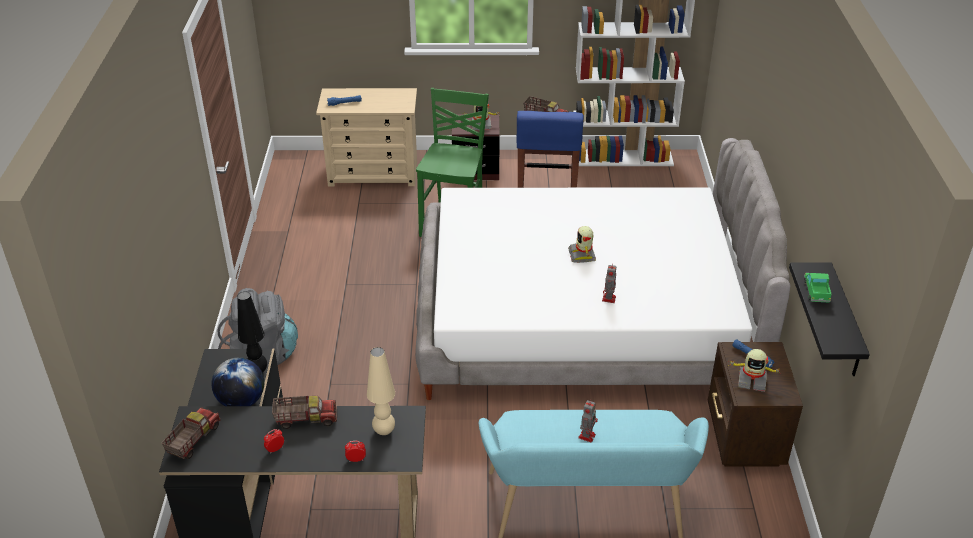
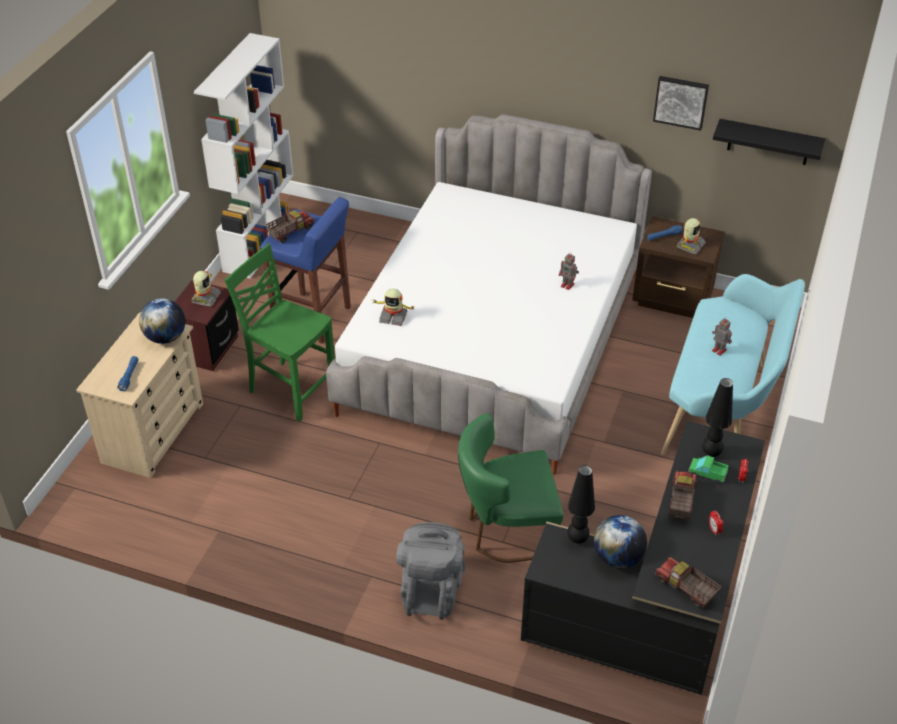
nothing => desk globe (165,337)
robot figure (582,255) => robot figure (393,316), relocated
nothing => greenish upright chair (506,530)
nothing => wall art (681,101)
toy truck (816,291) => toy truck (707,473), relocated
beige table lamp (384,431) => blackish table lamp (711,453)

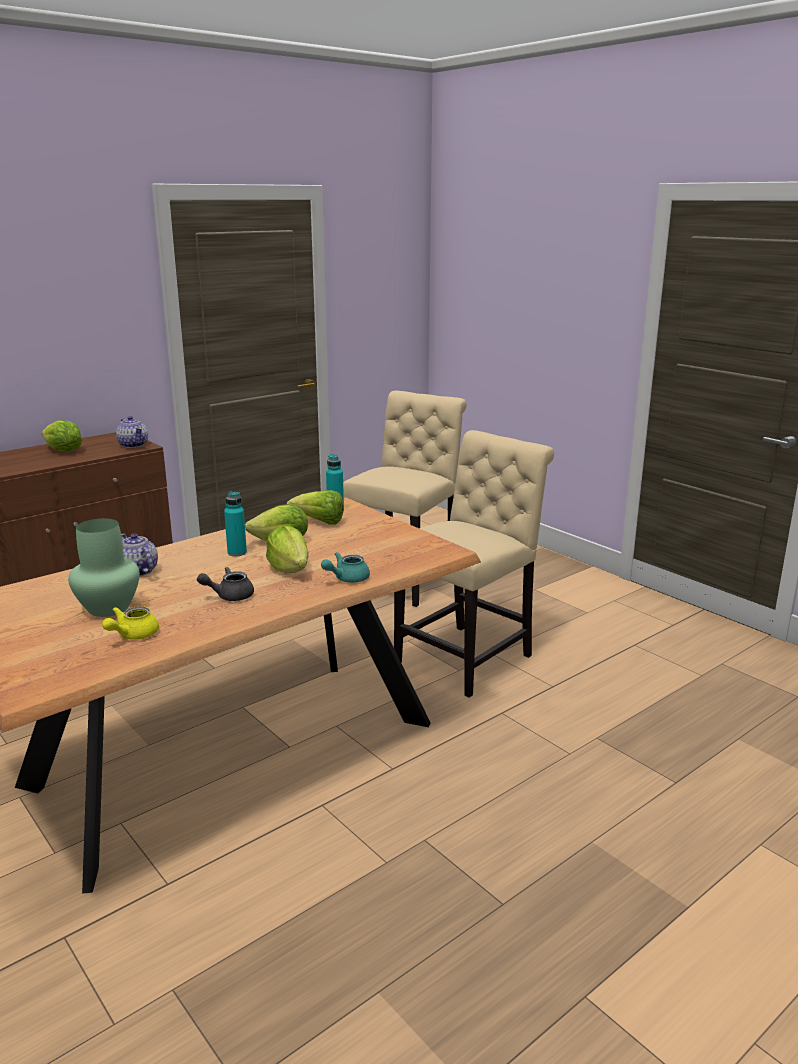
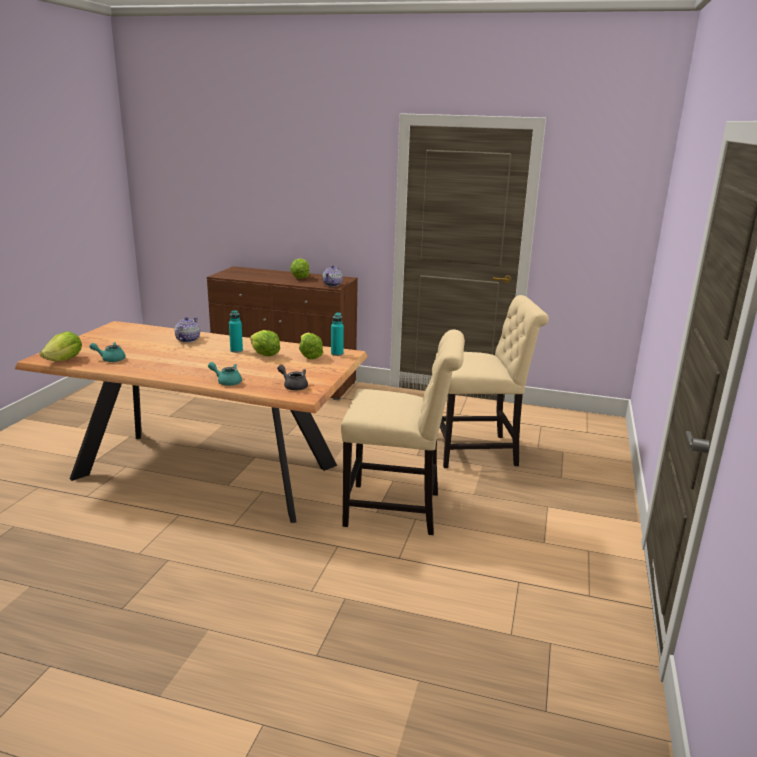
lettuce (289,569) => lettuce (65,360), relocated
yellow-coloured pot for tea (133,635) => blue-green pot for tea (110,359)
greyish pot for tea (229,596) => greyish pot for tea (293,386), relocated
greenish decorative vase (109,607) => nothing

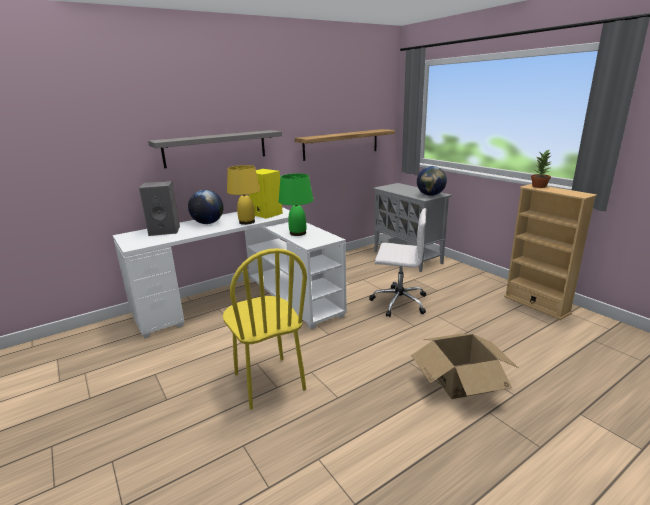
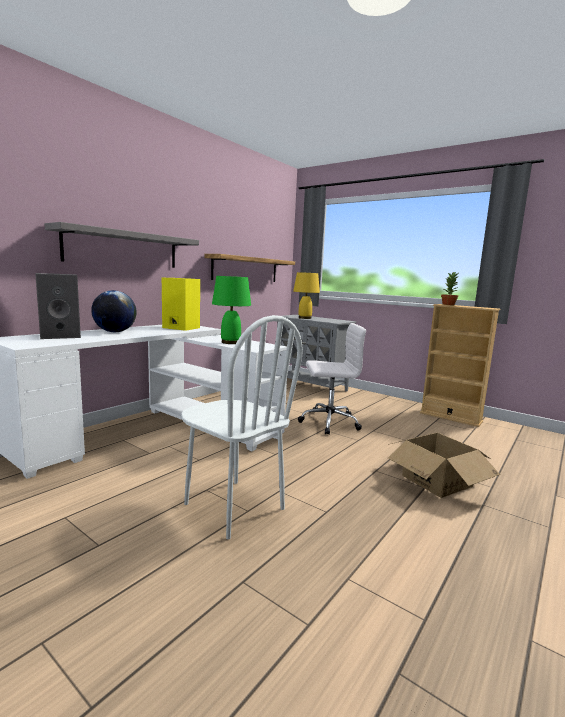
yellow-coloured upright chair (268,382) => white upright chair (233,507)
yellow-coloured table lamp (246,222) => yellow-coloured table lamp (304,318), relocated
desk globe (430,195) => nothing

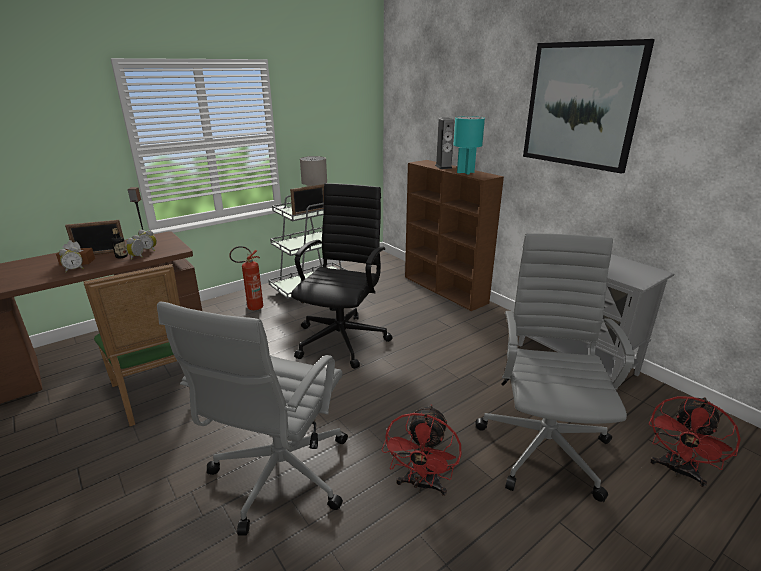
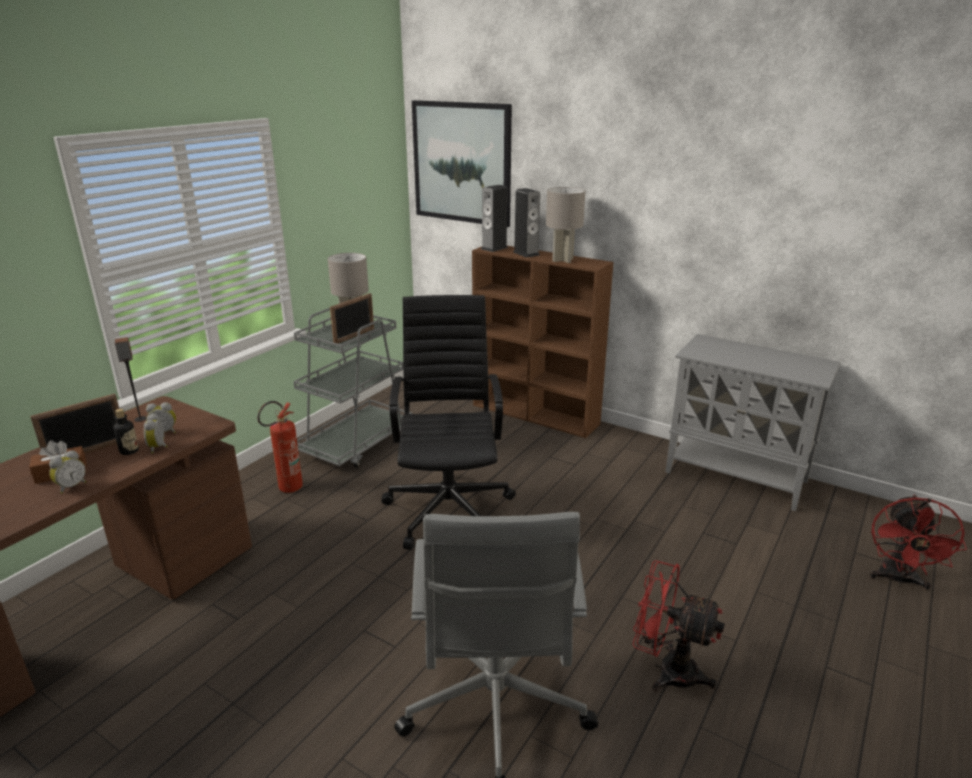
wall art (581,105) => wall art (462,163), relocated
nothing => audio speaker (494,248)
blue-green table lamp (466,172) => greyish table lamp (563,260)
red-coloured cooling fan (421,485) => red-coloured cooling fan (667,670), 120 degrees clockwise
greenish upright chair (159,395) => nothing
greyish office chair (544,445) => nothing

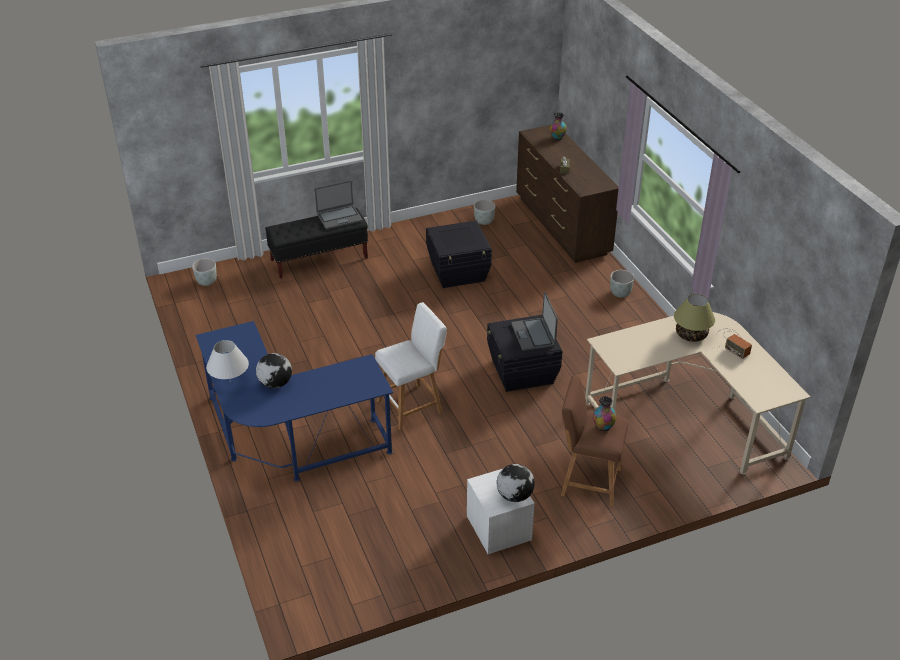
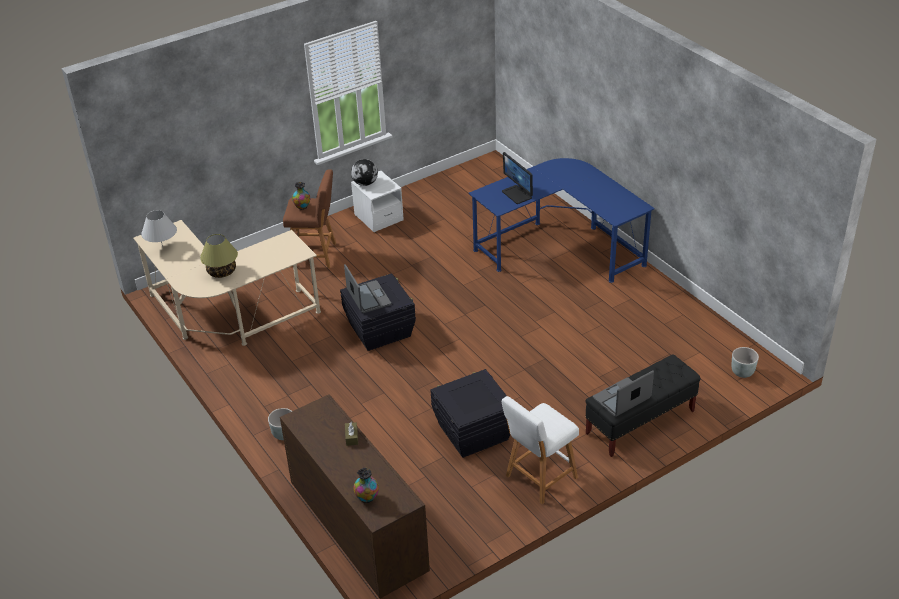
white table lamp (230,382) => white table lamp (162,247), relocated
nothing => computer display (517,194)
white stool (412,405) => white stool (539,478), relocated
desk globe (275,383) => nothing
greyish flower pot (484,221) => nothing
radio set (733,342) => nothing

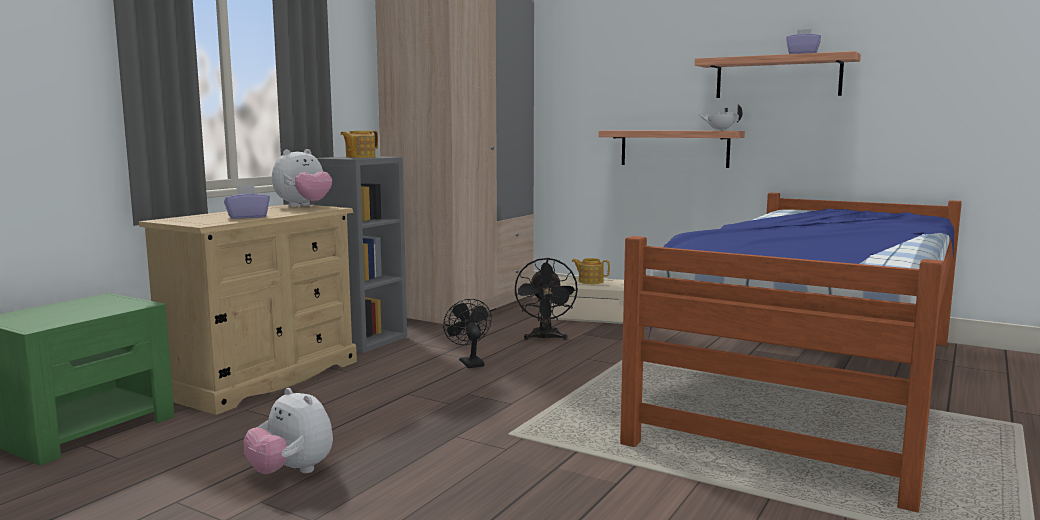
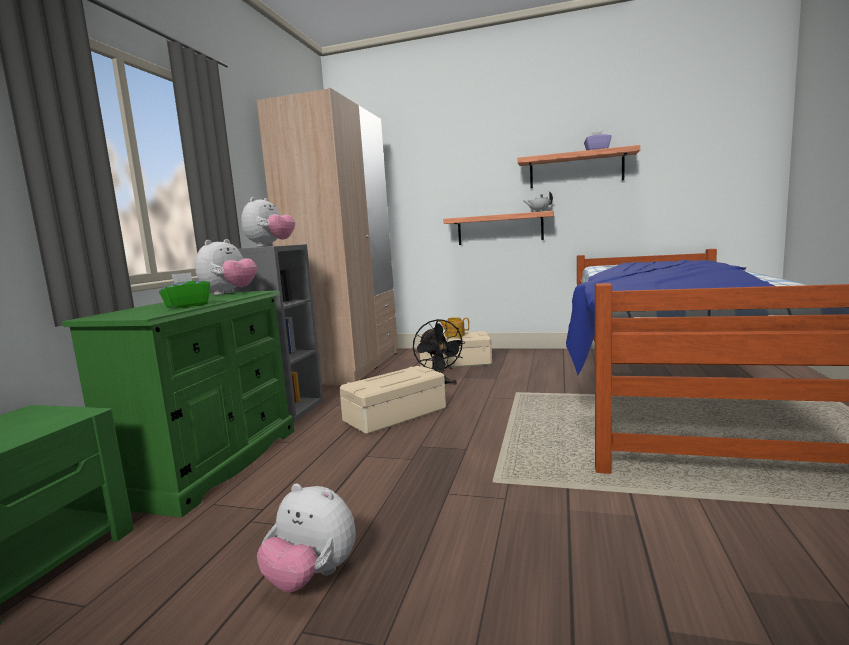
beige chest of drawers (264,378) => greenish chest of drawers (212,463)
purplish tissue box (247,217) => greenish tissue box (187,306)
pot for tea (359,157) => cuddly toy (270,246)
blackish cooling fan (469,362) => beige storage bin (395,415)

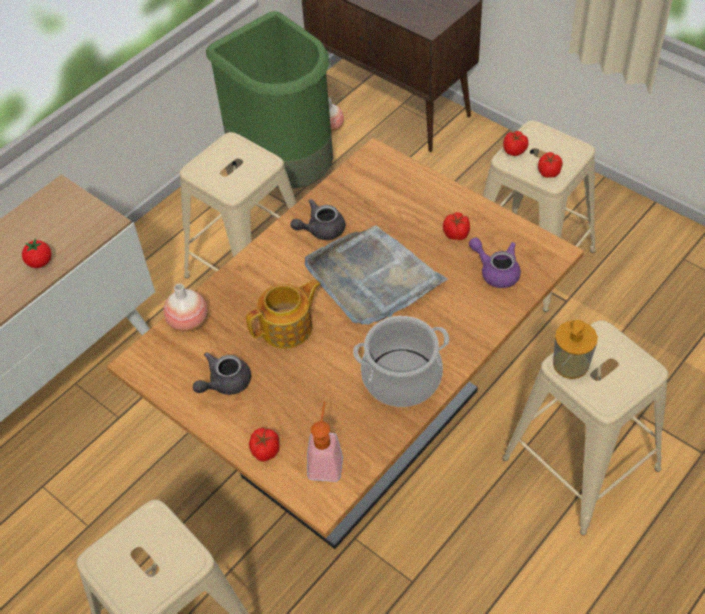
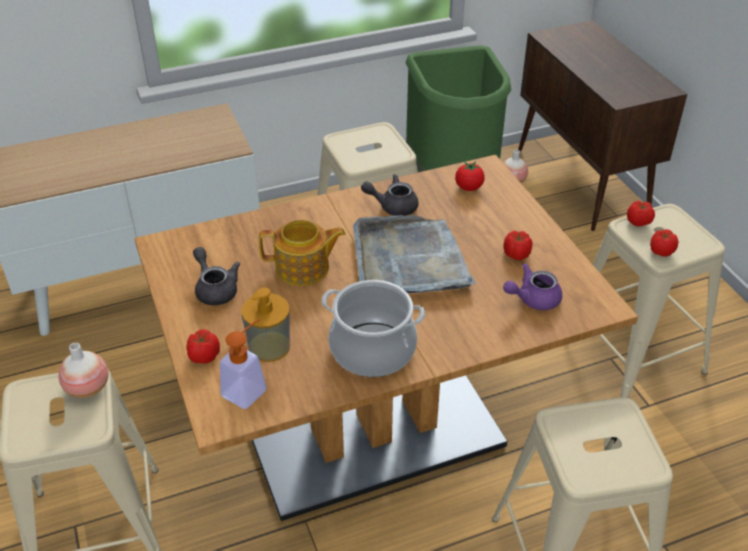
decorative vase (188,322) => decorative vase (88,388), relocated
greyish pot for tea (224,383) => greyish pot for tea (215,289), 75 degrees clockwise
soap bottle (570,364) => soap bottle (269,347), relocated
whole tomato (40,262) => whole tomato (468,188), relocated
purplish pot for tea (496,271) => purplish pot for tea (532,299), 90 degrees counterclockwise

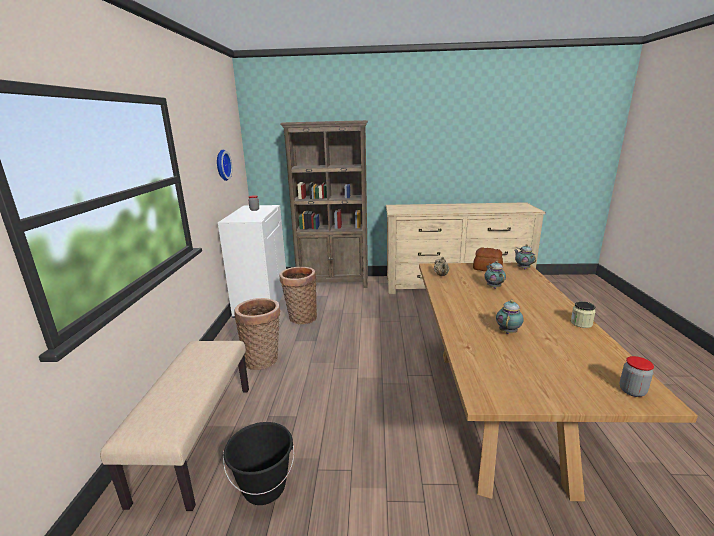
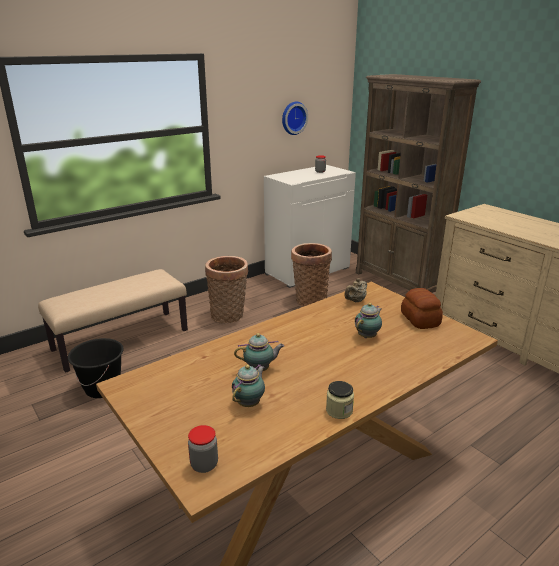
pot for tea (523,268) => pot for tea (250,403), relocated

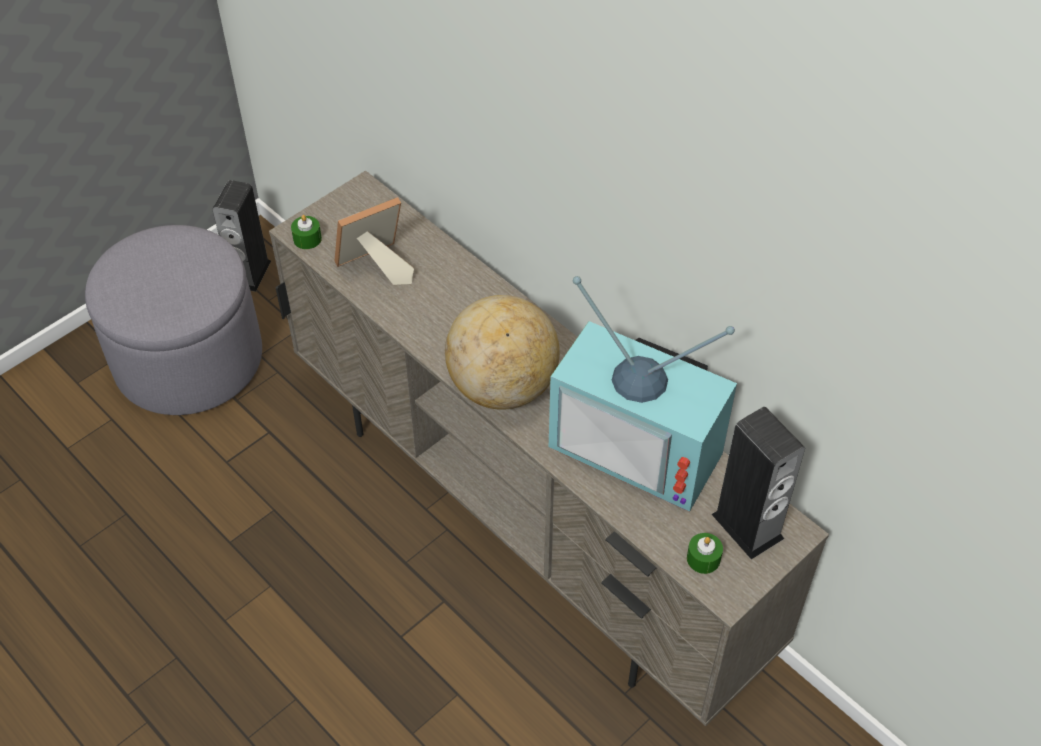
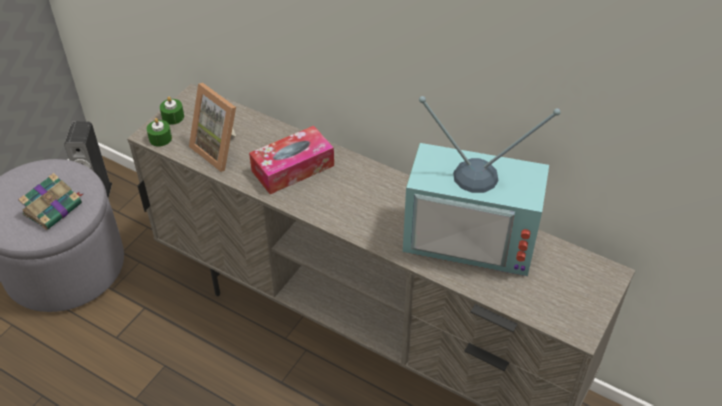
nothing => bound book (54,208)
greenish candle (703,558) => greenish candle (173,117), relocated
photo frame (375,268) => photo frame (221,149), 90 degrees counterclockwise
nothing => tissue box (293,168)
desk globe (503,387) => nothing
audio speaker (747,526) => nothing

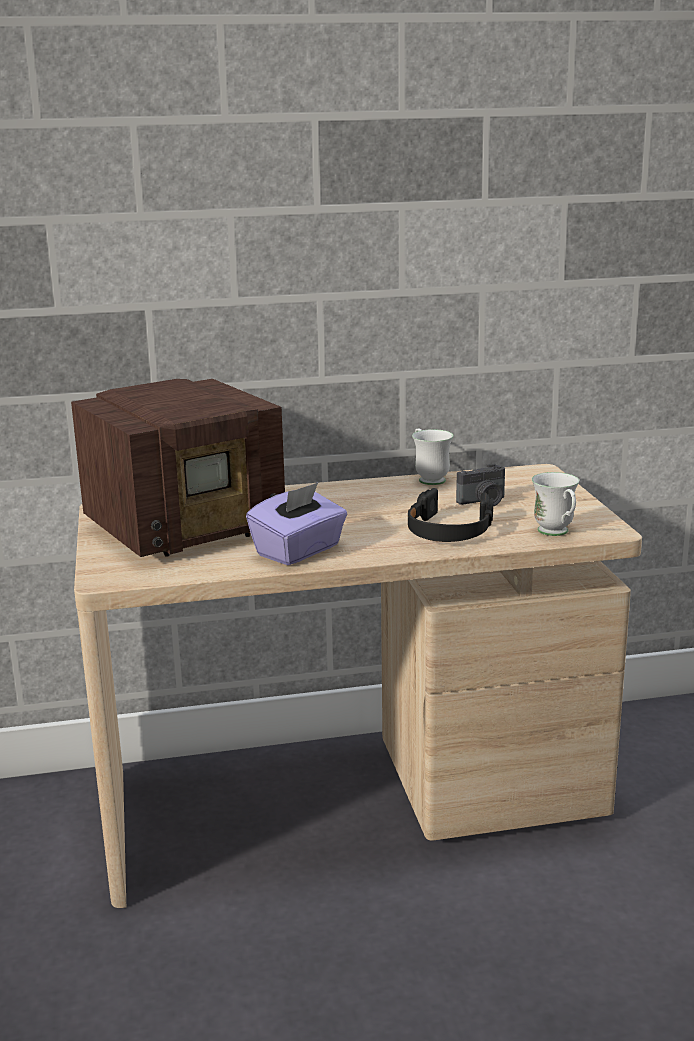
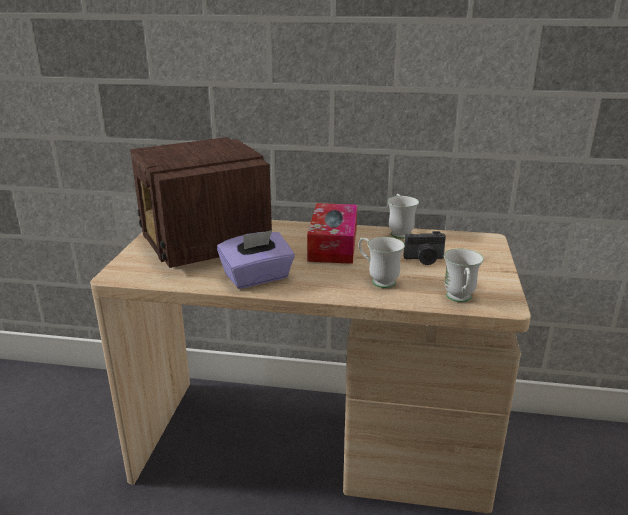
radio set (188,528) => radio set (204,244), 75 degrees clockwise
nothing => tissue box (333,244)
blackish pair of headphones (449,530) => white coffee mug (378,280)

